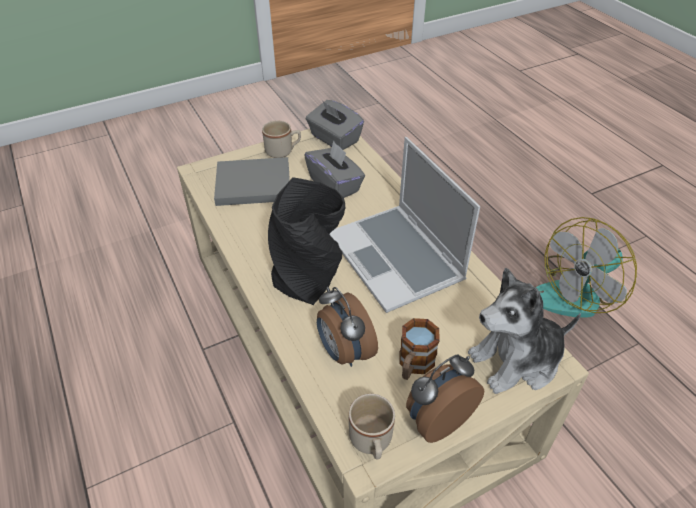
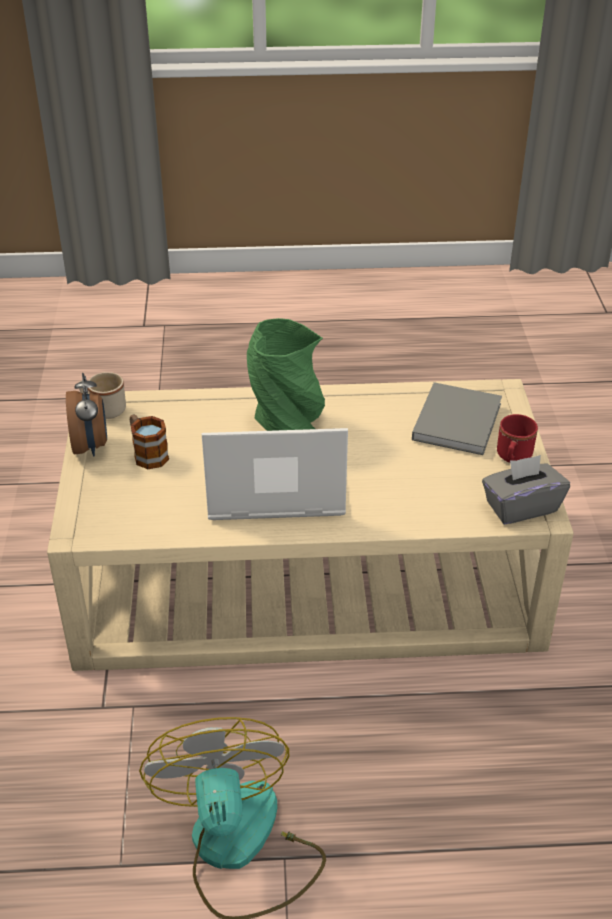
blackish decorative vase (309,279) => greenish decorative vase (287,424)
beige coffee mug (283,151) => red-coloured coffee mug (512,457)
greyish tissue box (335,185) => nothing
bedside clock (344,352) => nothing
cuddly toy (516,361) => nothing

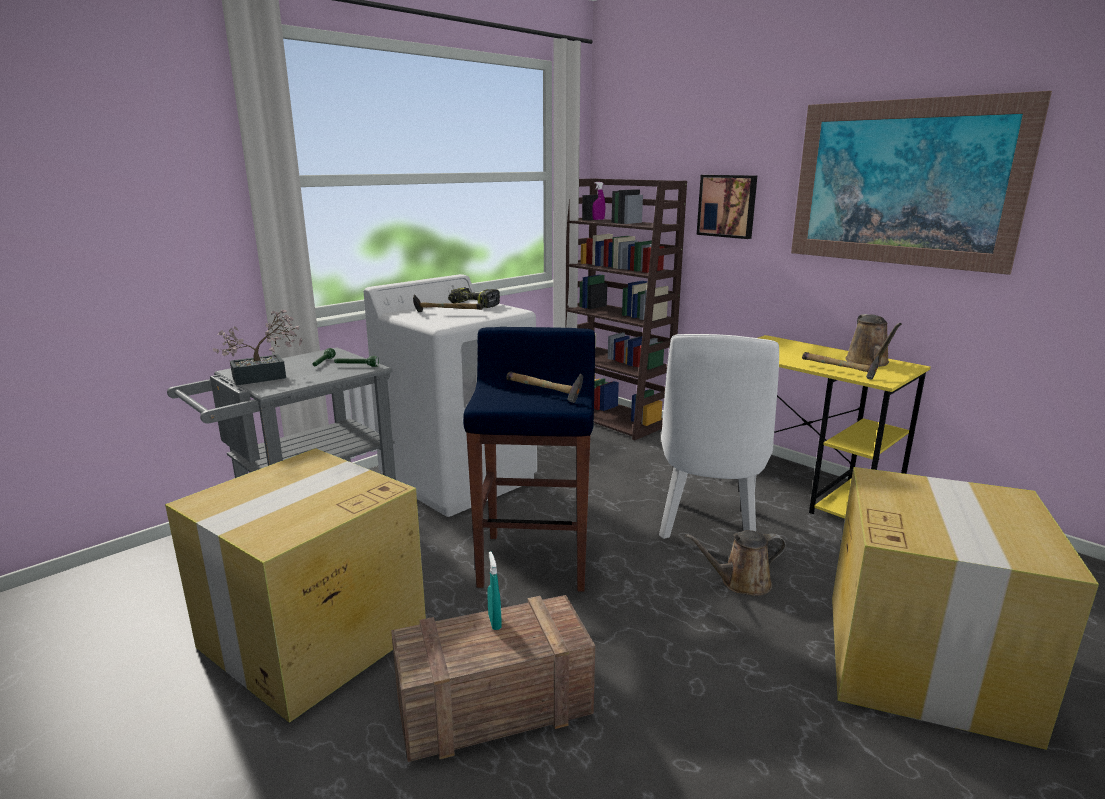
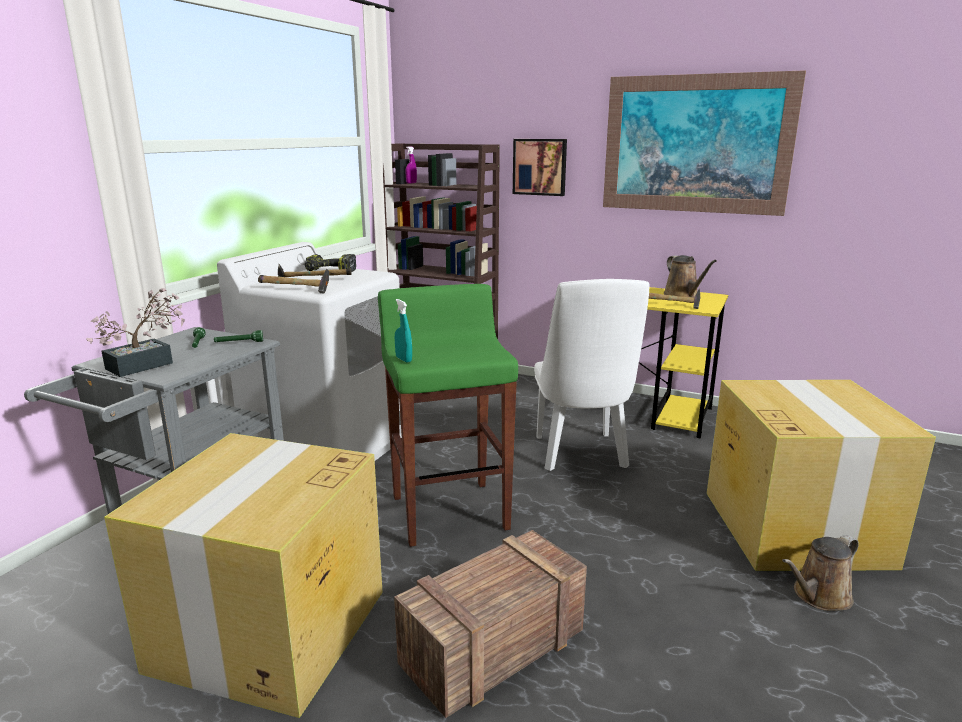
hand hammer (544,393) => hand hammer (295,290), relocated
bluish stool (535,561) => greenish stool (449,511)
blue-green hand sprayer (494,622) => blue-green hand sprayer (403,359), relocated
brownish watering can (741,583) => brownish watering can (818,596), relocated

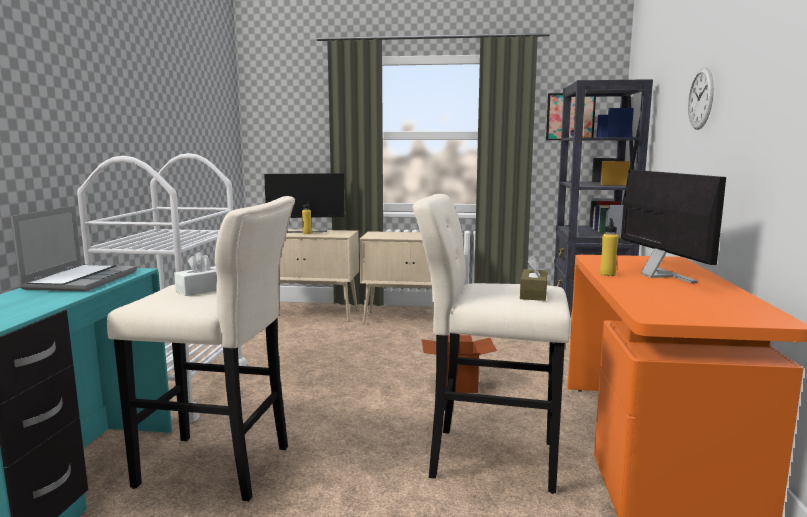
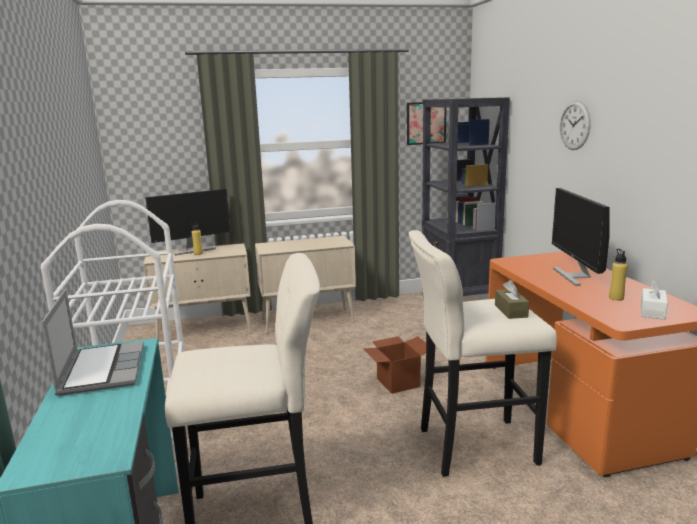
computer display (660,275) => computer display (575,276), 150 degrees counterclockwise
yellow-coloured drink bottle (607,274) => yellow-coloured drink bottle (616,298), relocated
white tissue box (202,290) => white tissue box (652,311), relocated

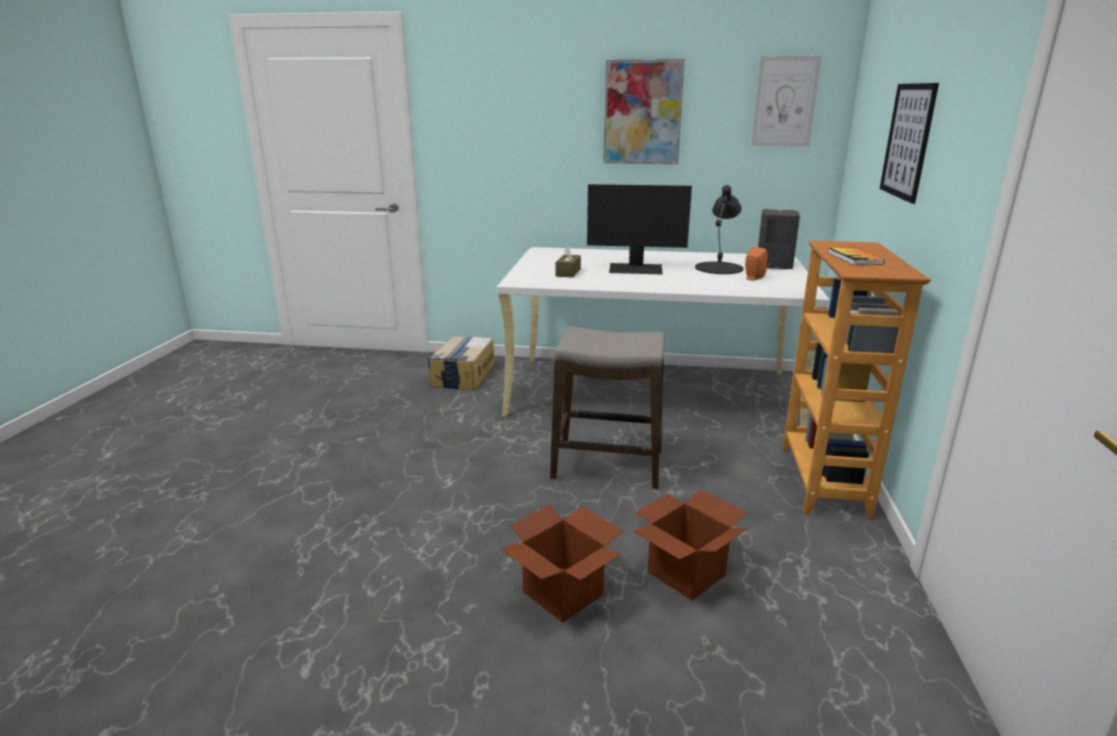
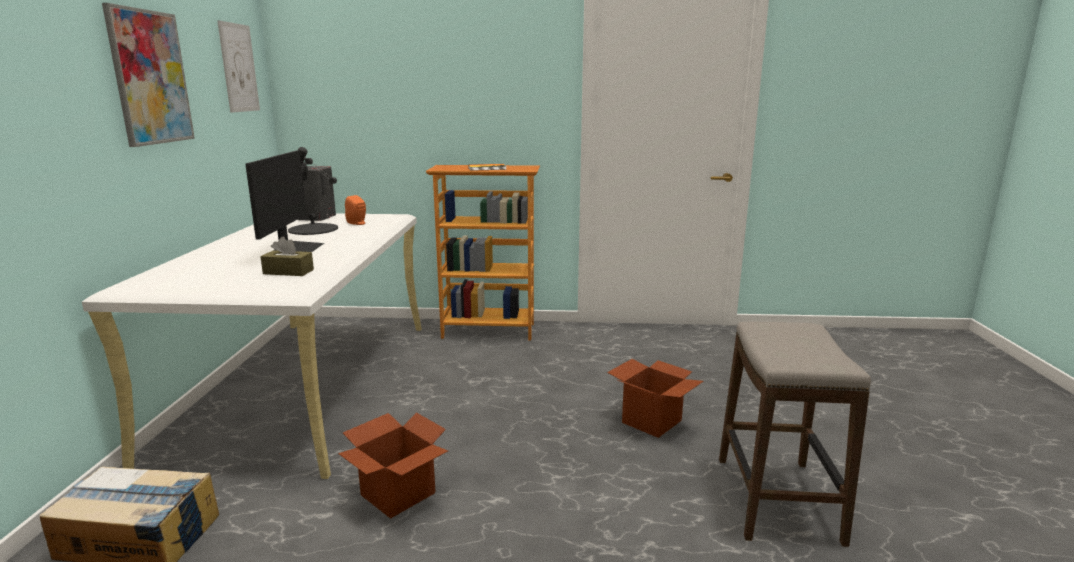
packing box (686,574) => packing box (398,494), relocated
stool (607,465) => stool (777,499), relocated
wall art (907,141) => nothing

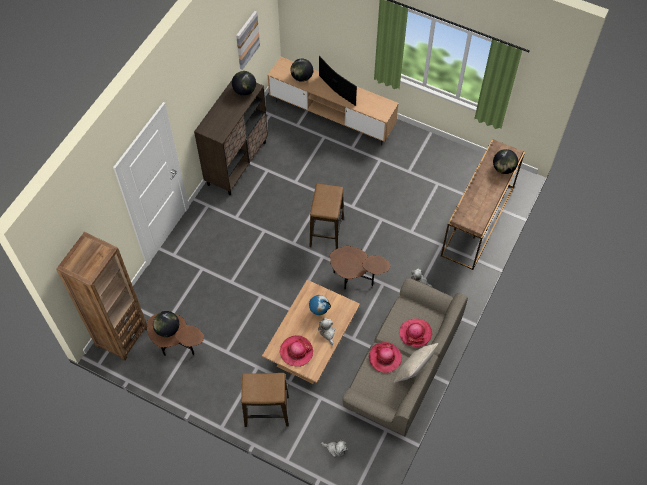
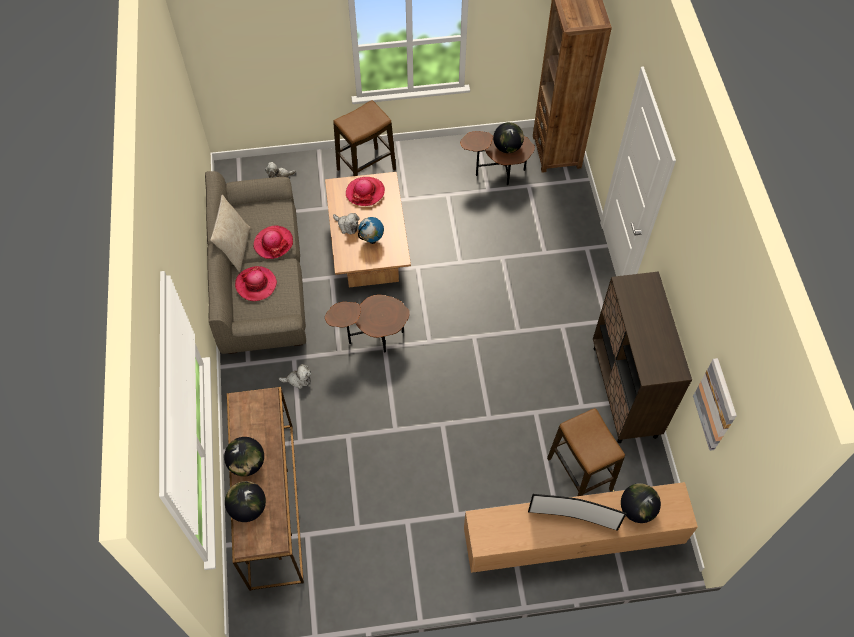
desk globe (244,91) => desk globe (247,464), relocated
stool (326,232) => stool (579,474), relocated

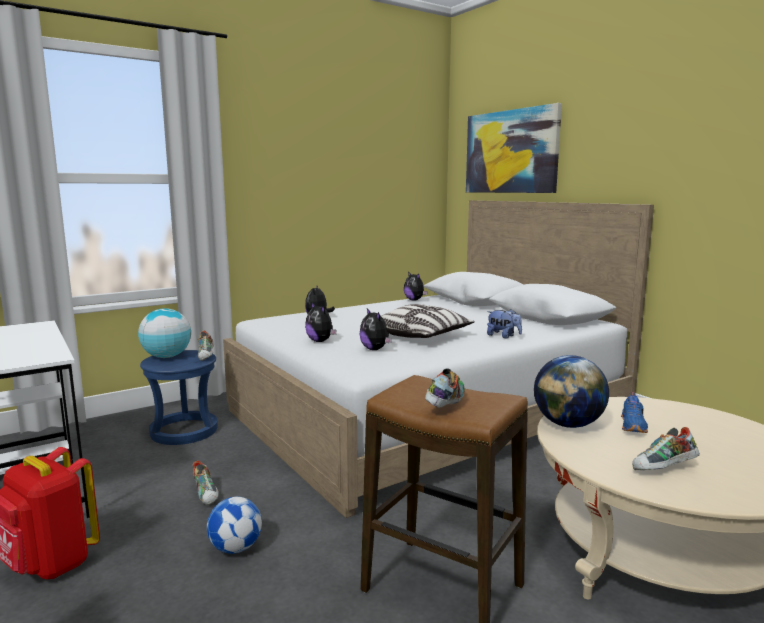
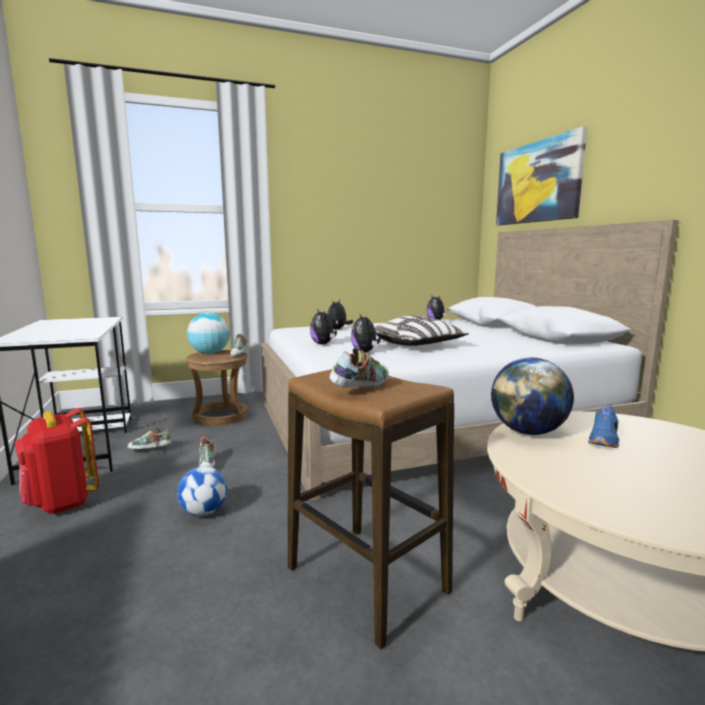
low shoe (664,469) => low shoe (149,451), relocated
bluish stool (183,431) => brownish stool (220,416)
cuddly toy (503,336) => nothing

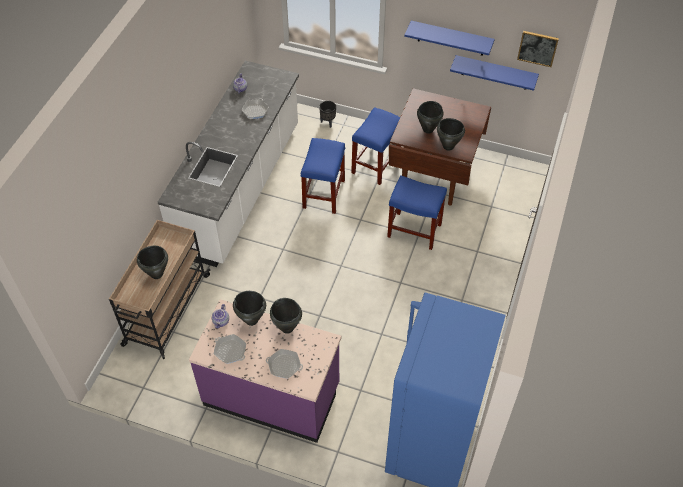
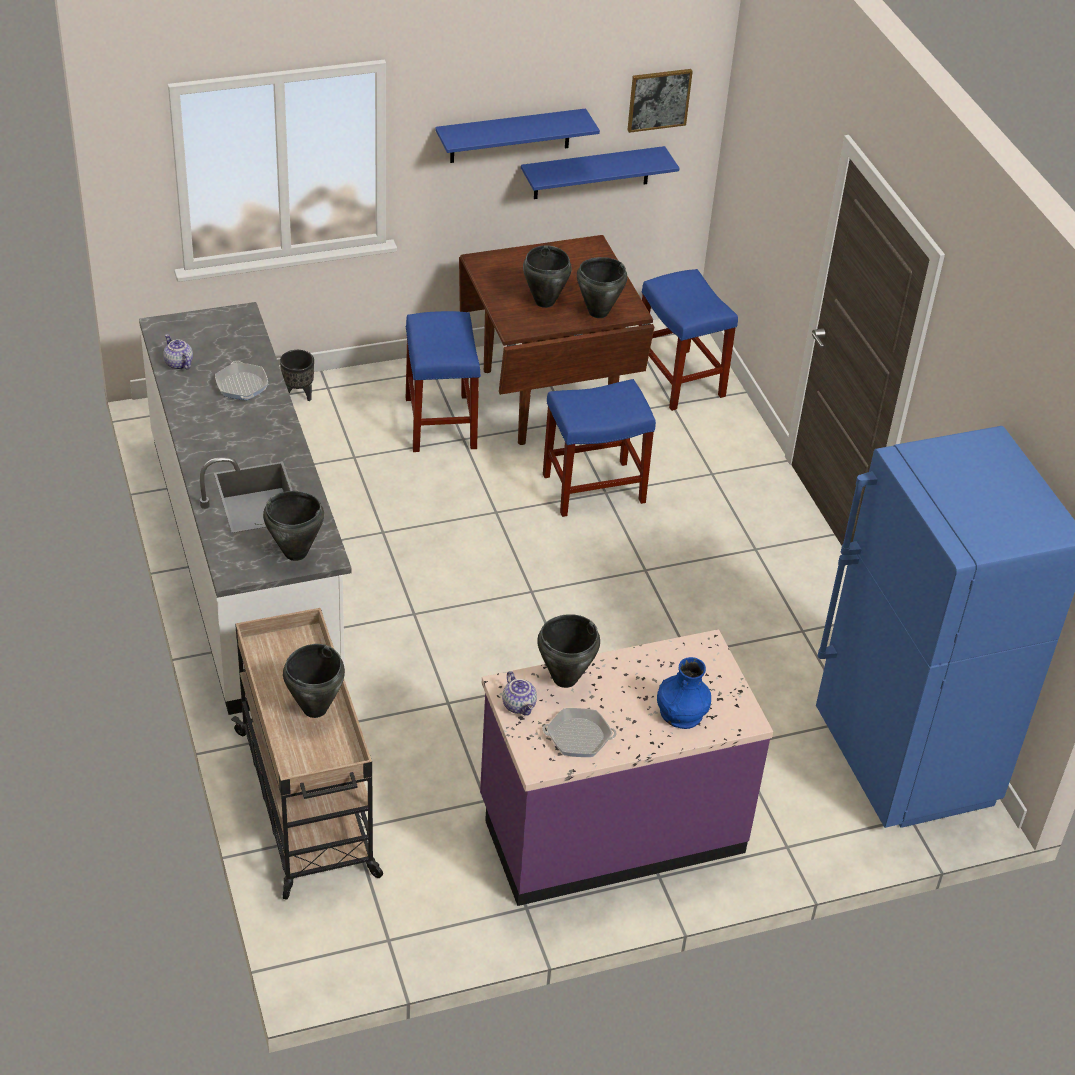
blackish cooking pot (287,328) => blackish cooking pot (295,553), relocated
bluish stool (324,195) => bluish stool (680,380), relocated
skillet (284,365) => bluish decorative vase (681,712)

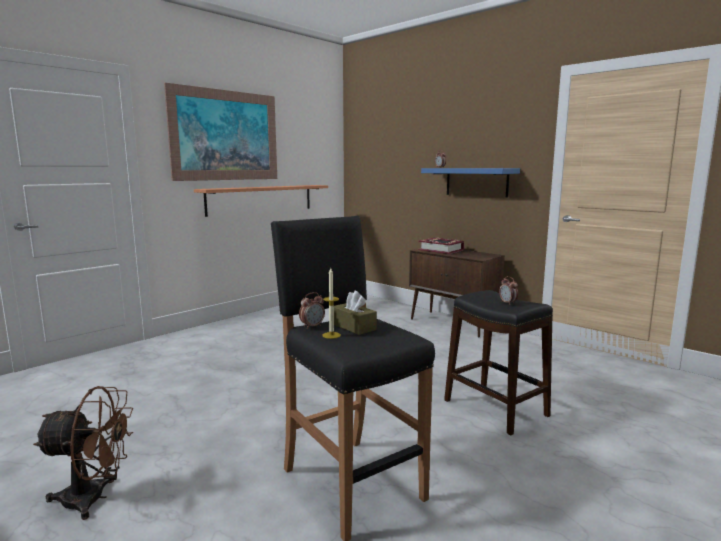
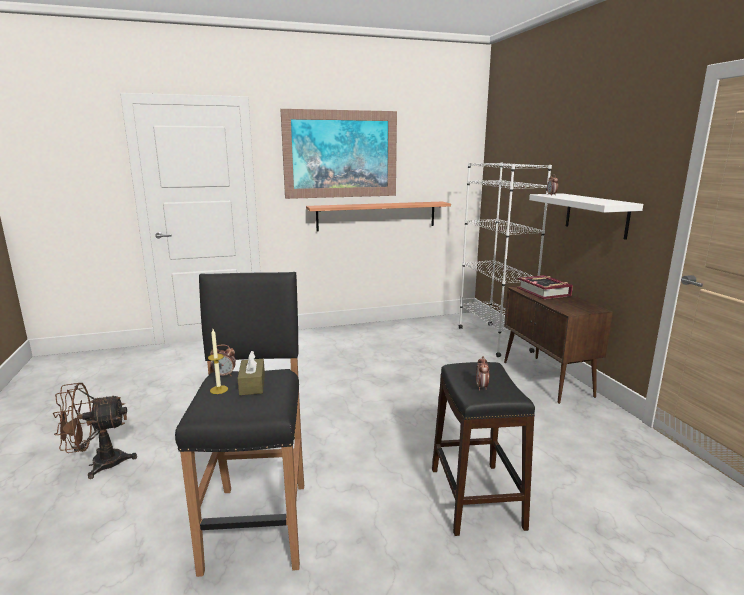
brownish cooling fan (94,498) => brownish cooling fan (99,464), 135 degrees clockwise
nothing => white bookcase (493,339)
bluish wall shelf (476,182) => white wall shelf (596,215)

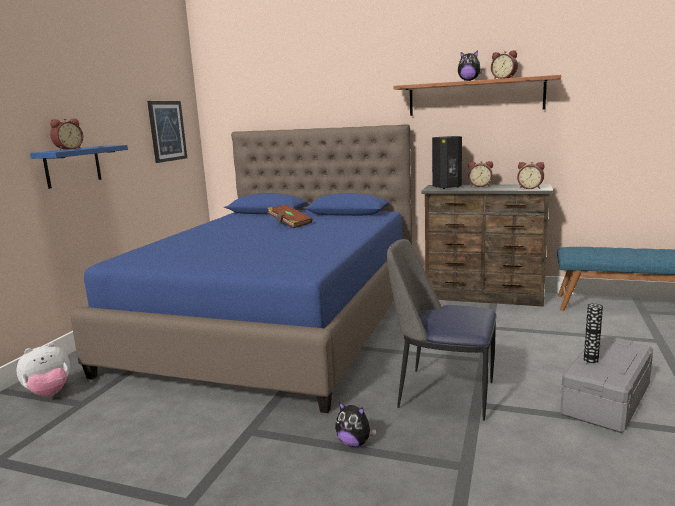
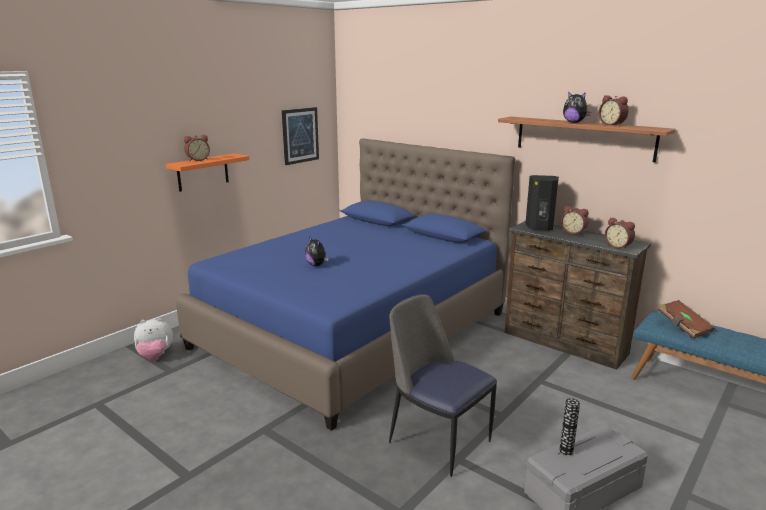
bluish wall shelf (73,166) => orange-coloured wall shelf (203,172)
cuddly toy (354,443) => cuddly toy (317,265), relocated
brownish bound book (289,224) => brownish bound book (683,327), relocated

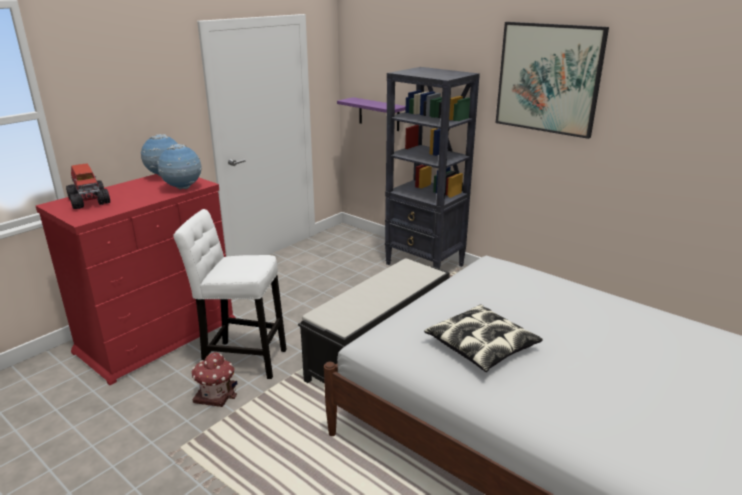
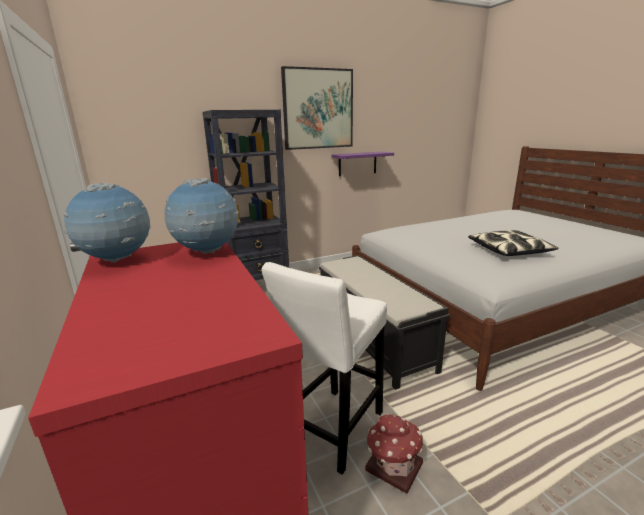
purplish wall shelf (379,114) => purplish wall shelf (357,163), relocated
toy truck (89,200) => nothing

